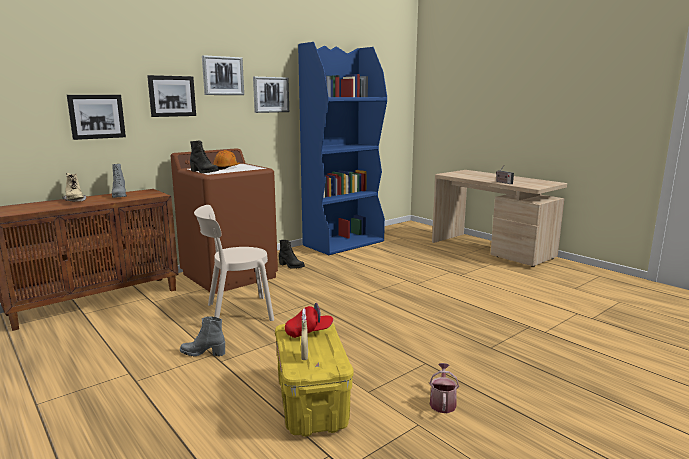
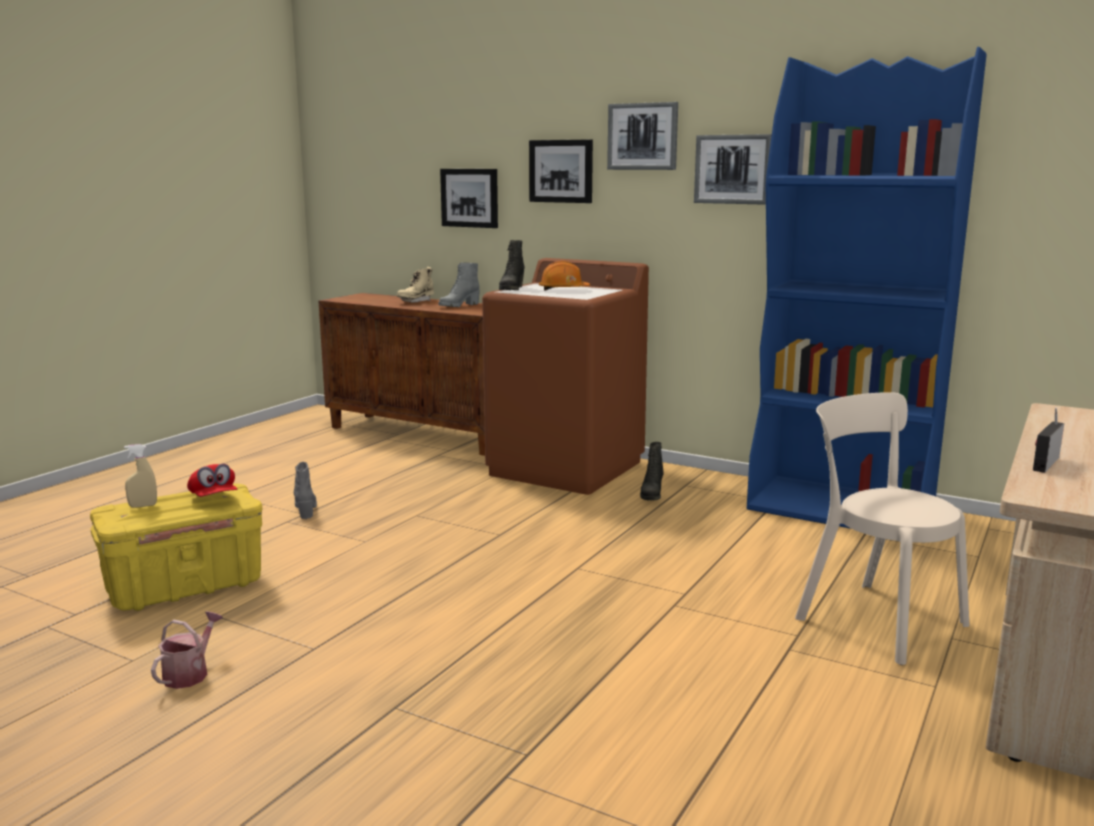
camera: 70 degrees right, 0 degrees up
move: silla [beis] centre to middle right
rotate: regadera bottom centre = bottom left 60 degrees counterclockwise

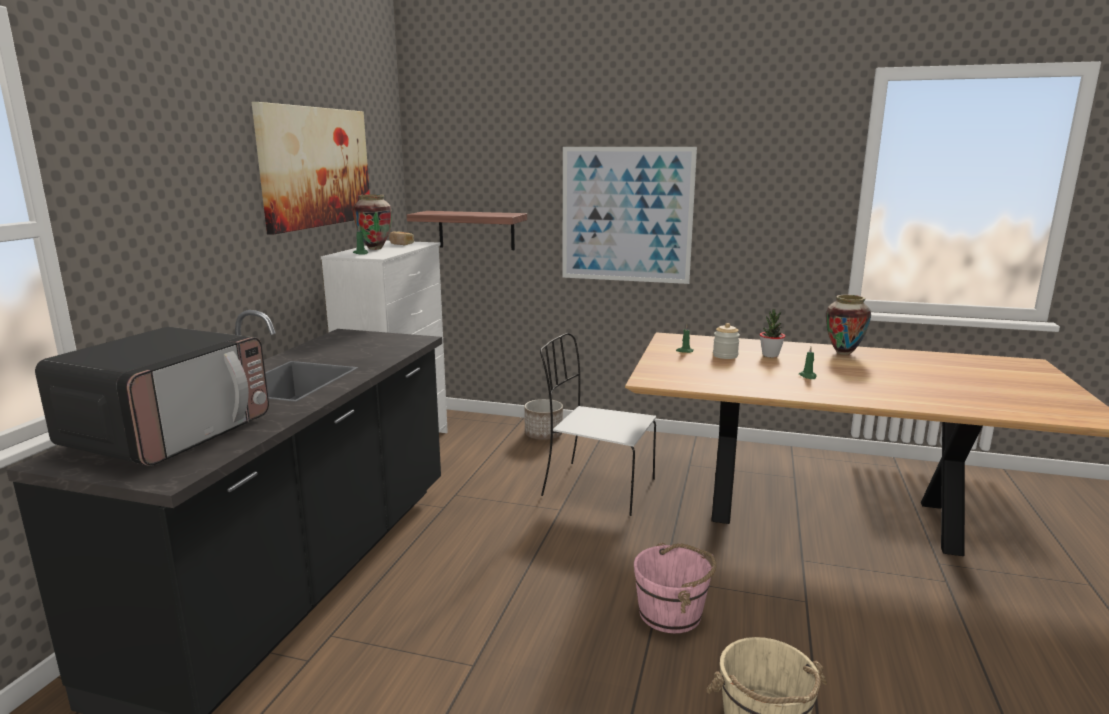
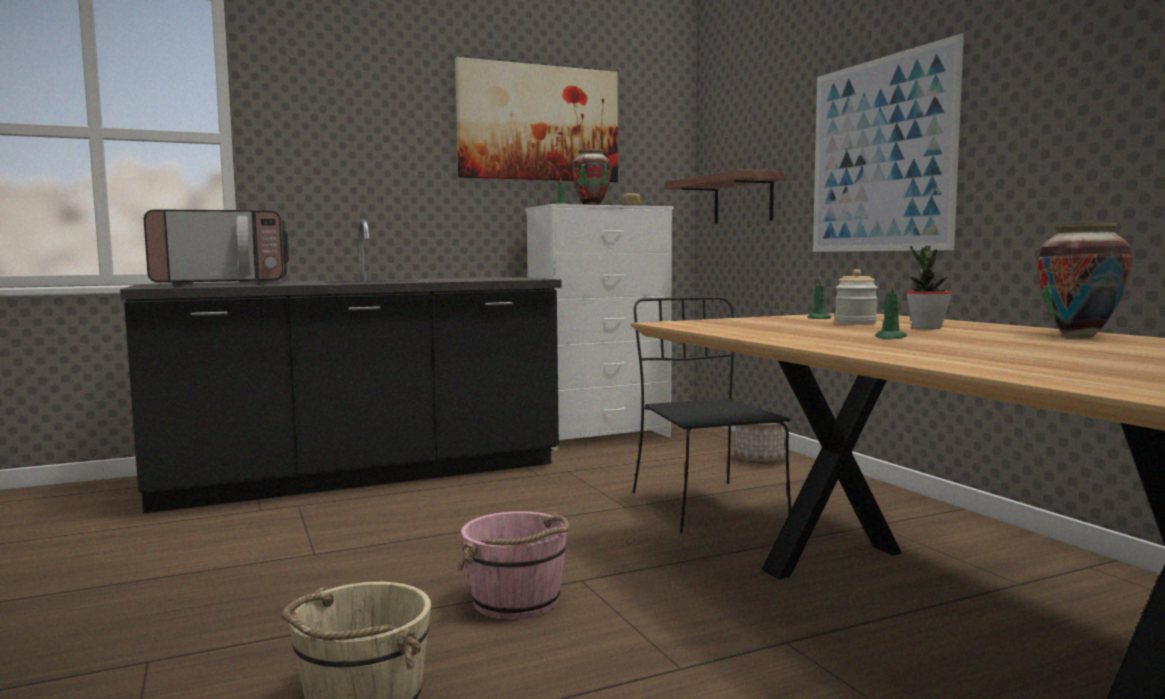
camera: 50 degrees right, 10 degrees down
recolor: silla [blanco] centre to silla [negro] centre

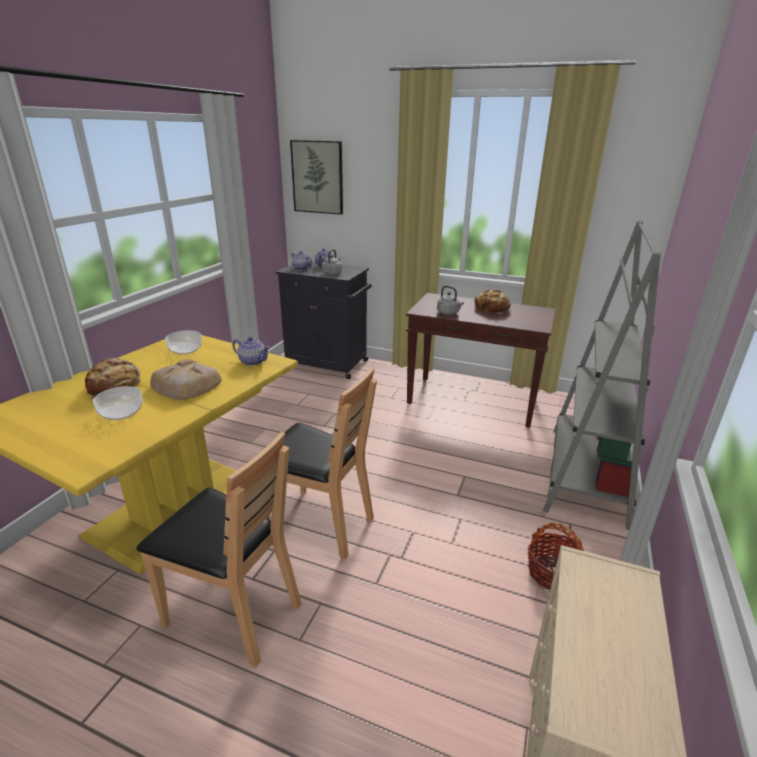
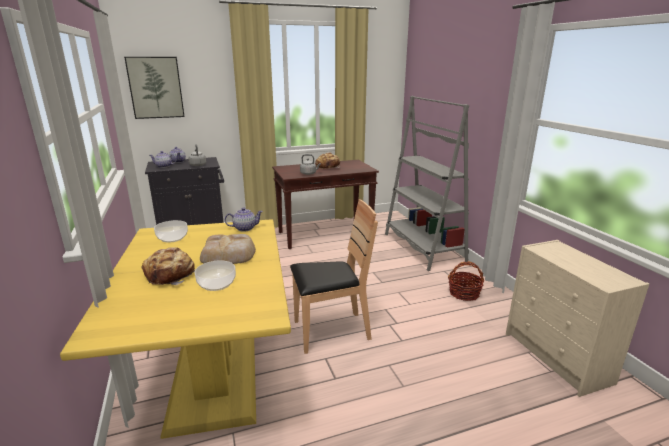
camera: 40 degrees left, 5 degrees down
delete: silla [marrón] (1st from left) bottom left

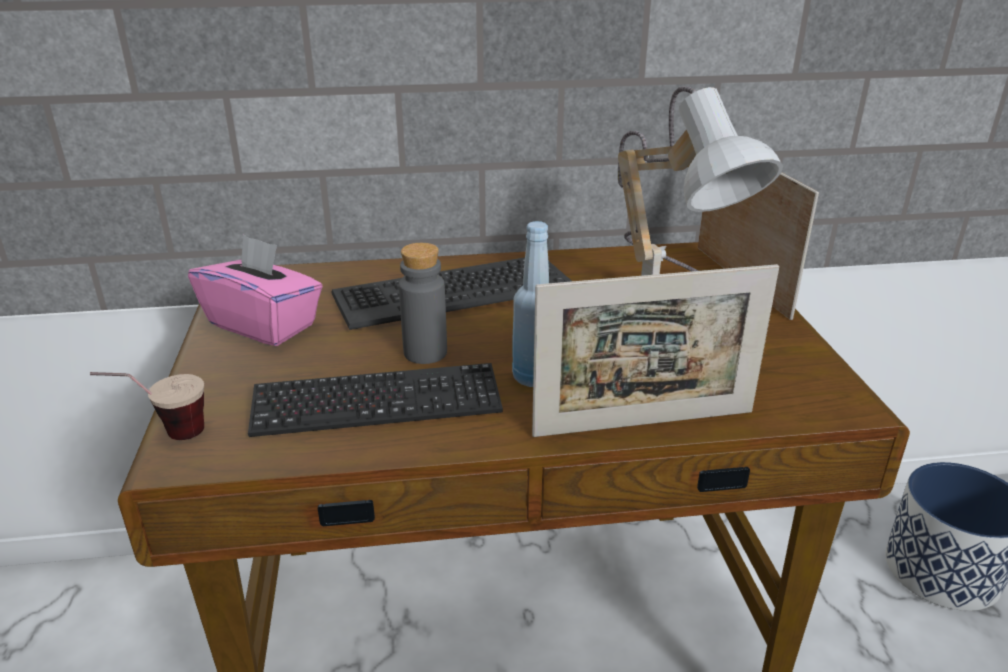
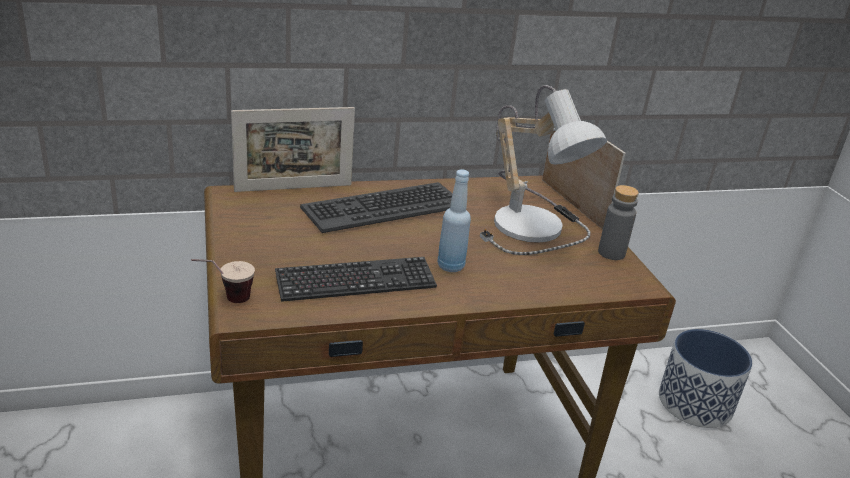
camera: 10 degrees left, 0 degrees up
delete: caja de pañuelos [rosa] middle left
move: botella [gris] centre to middle right; portarretratos (1st from left) centre to top centre

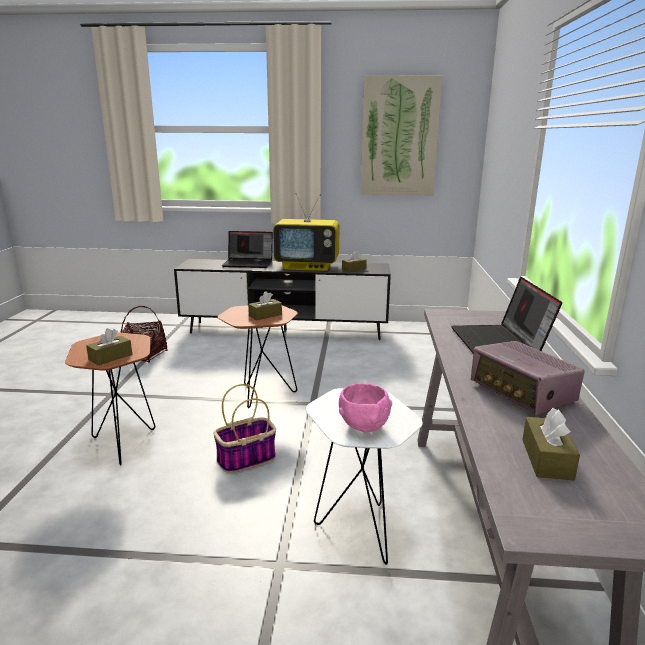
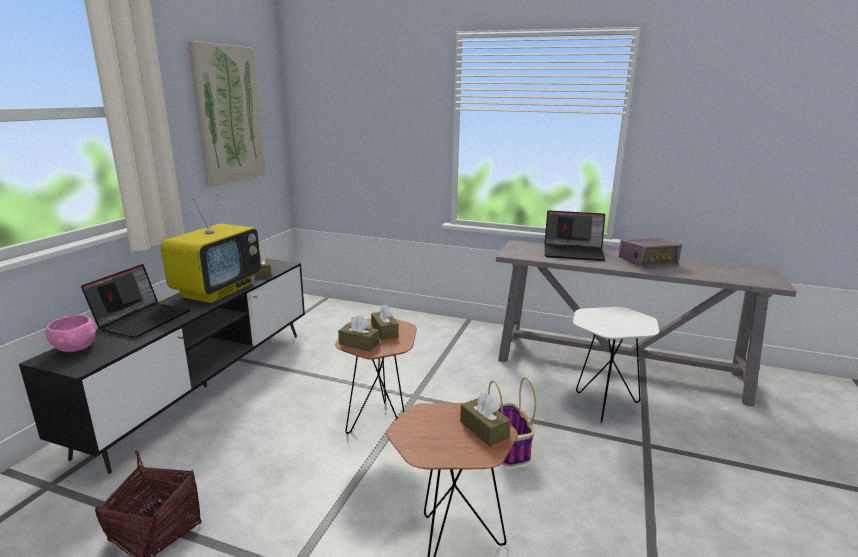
camera: 75 degrees left, 0 degrees up
move: cuenco [rosa] centre to middle left; caja de pañuelos [marrón] (4th from left in the first image) bottom right to caja de pañuelos [marrón] (2nd from left) centre

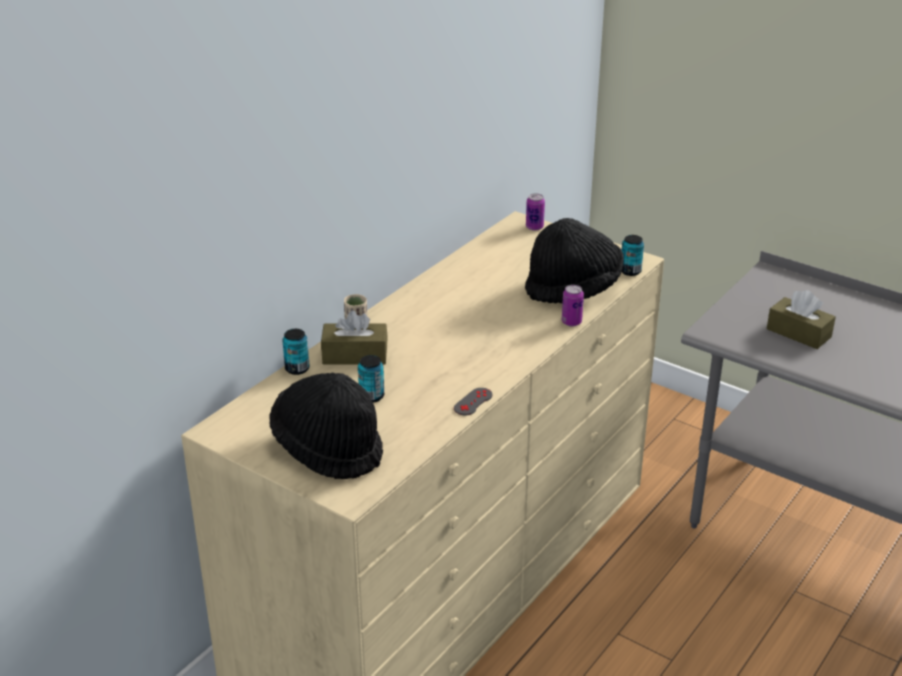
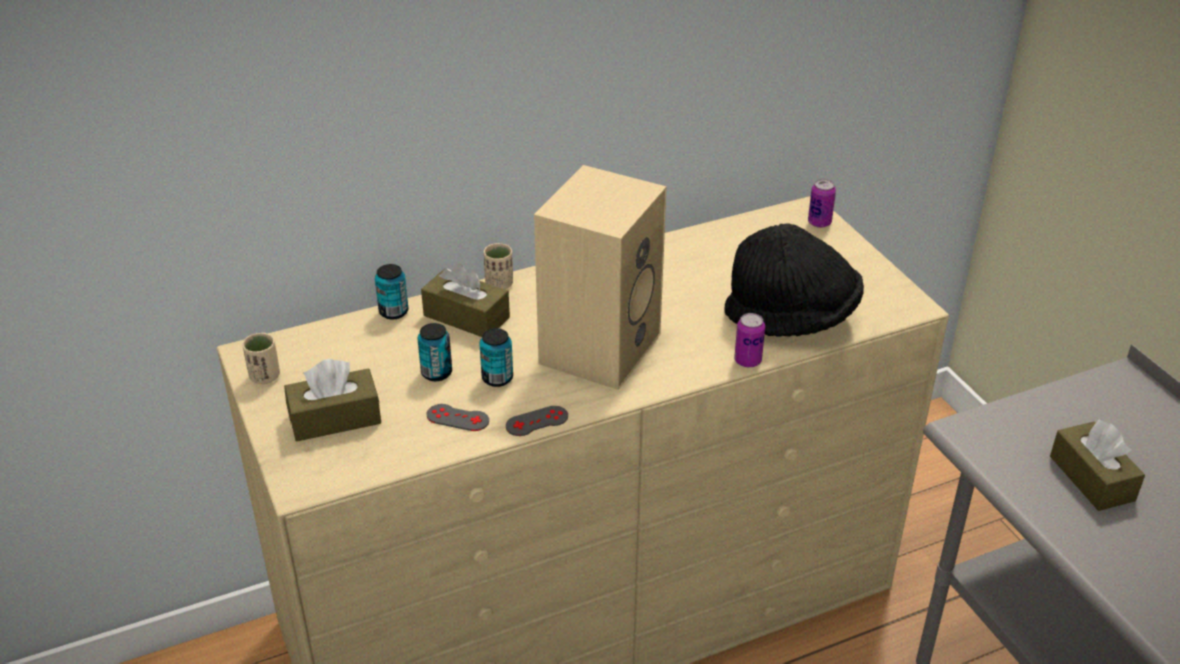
camera: 30 degrees right, 5 degrees up
insert: taza [beis] (1st from left) middle left; mando de consola [gris] (1st from left) centre; altavoz [beis] centre
move: lata (5th from left in the first image) middle right to lata (3rd from left) centre
replace: sombrero [negro] (1st from left) centre to caja de pañuelos [marrón] (1st from left) middle left

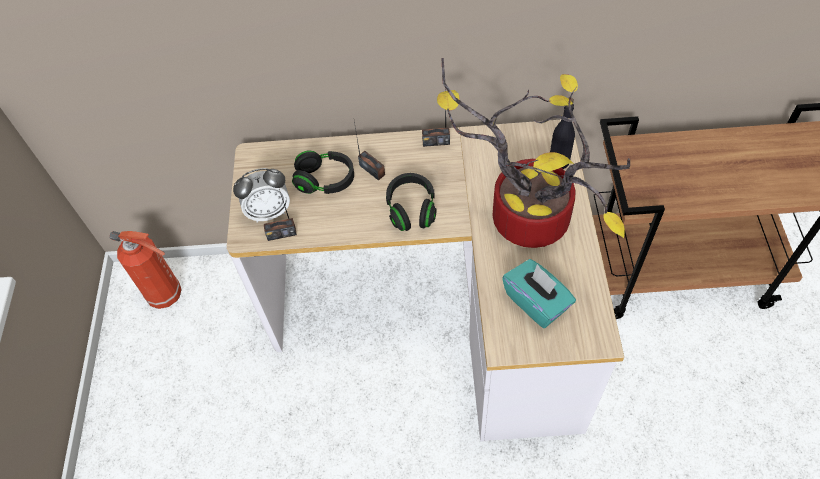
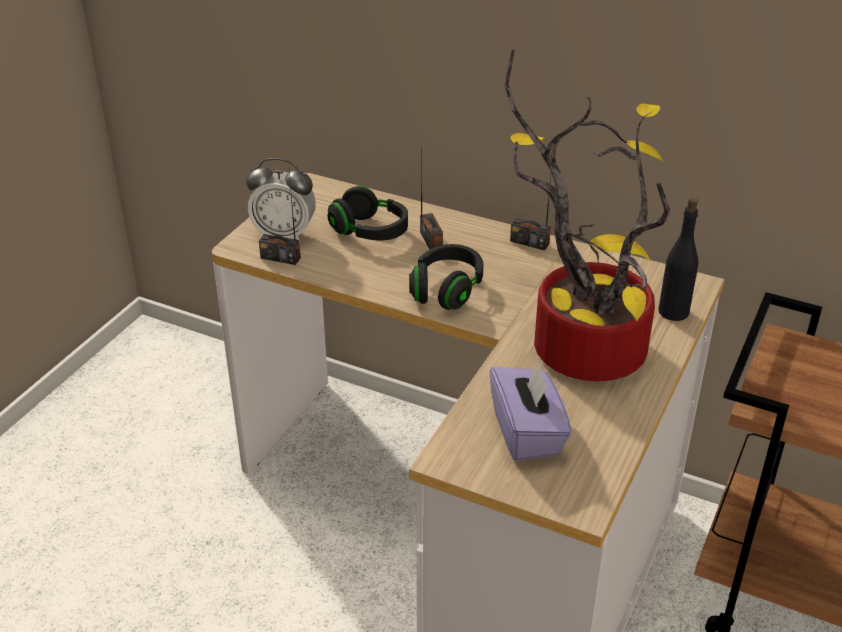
camera: 25 degrees right, 20 degrees down
delete: extintor middle left
recolor: caja de pañuelos [turquesa] centre to caja de pañuelos [morado] centre

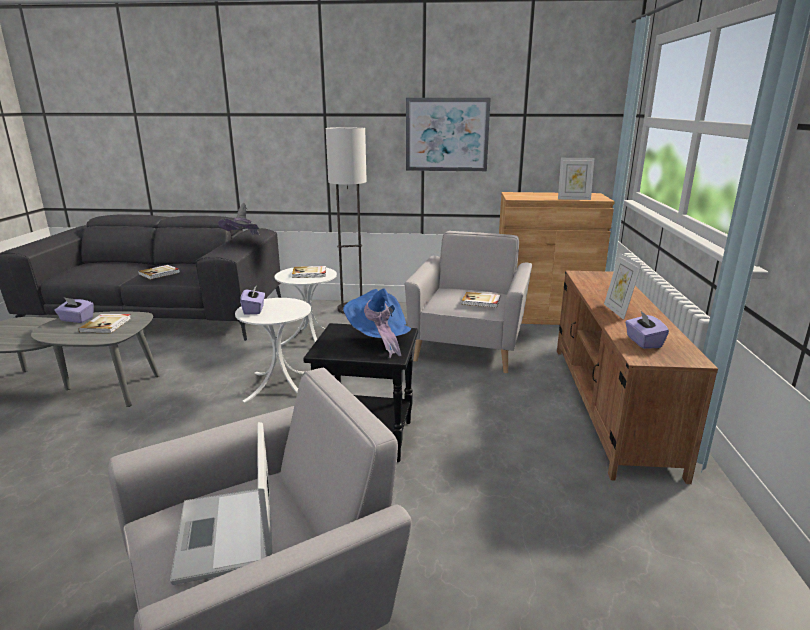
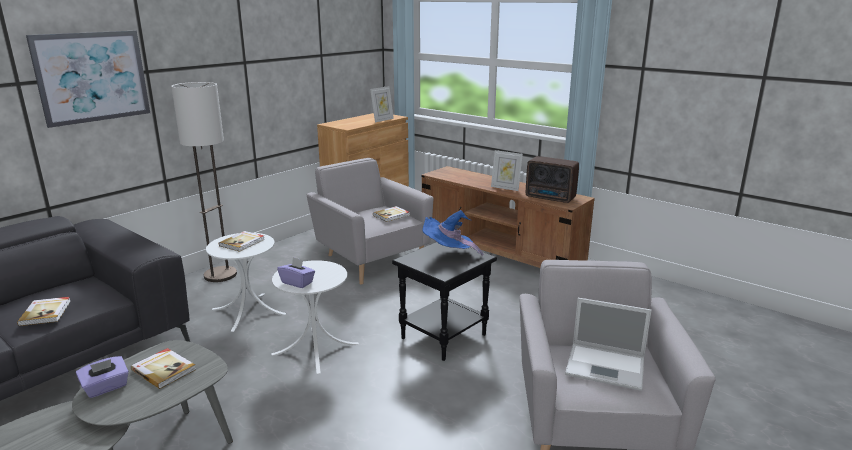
camera: 55 degrees left, 0 degrees up
delete: sombrero [gris] middle left
move: cuadro top centre to top left
replace: caja de pañuelos [morado] (3rd from left) middle right to radio centre

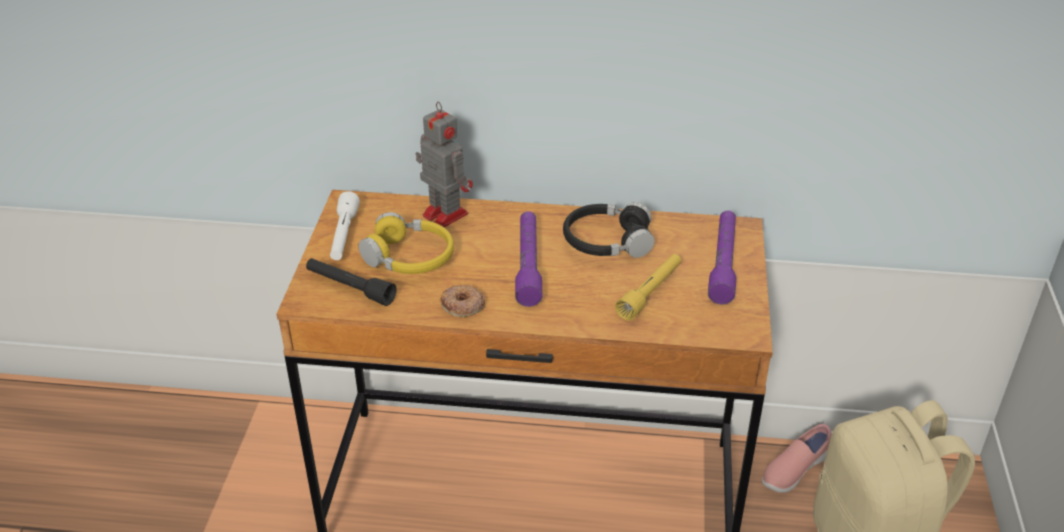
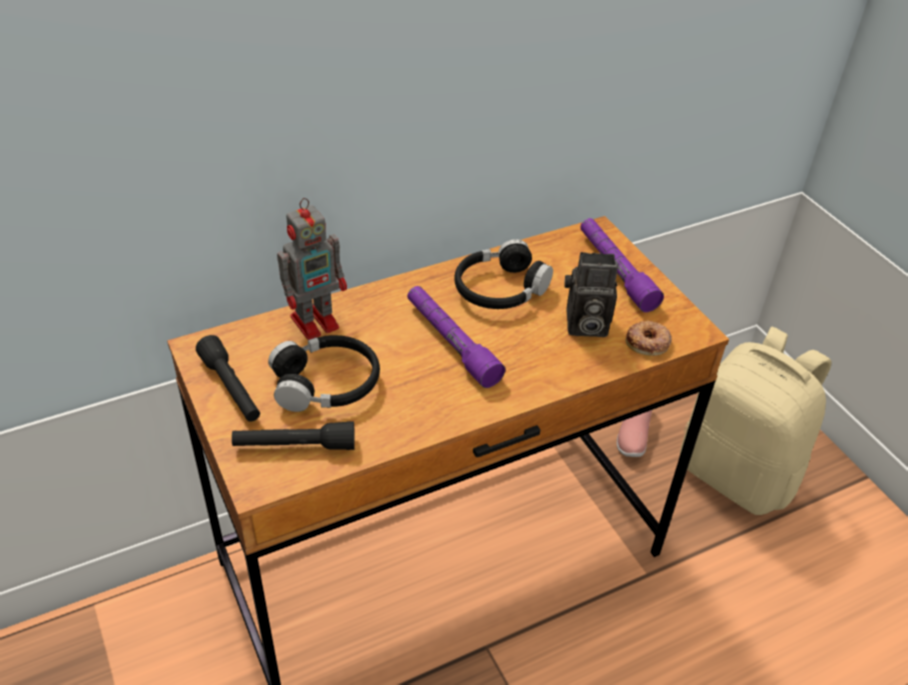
camera: 35 degrees left, 5 degrees up
move: rosquilla centre to middle right
replace: linterna [amarillo] centre to cámara centre
recolor: linterna [blanco] middle left to linterna [negro] (1st from left) middle left; auriculares [amarillo] centre to auriculares [negro] (1st from left) centre
rotate: robot de juguete top centre = centre 135 degrees clockwise

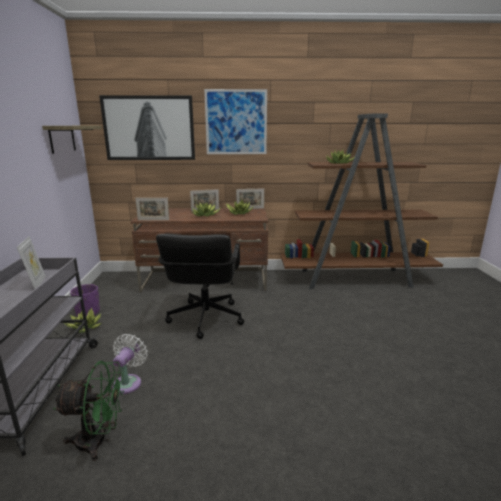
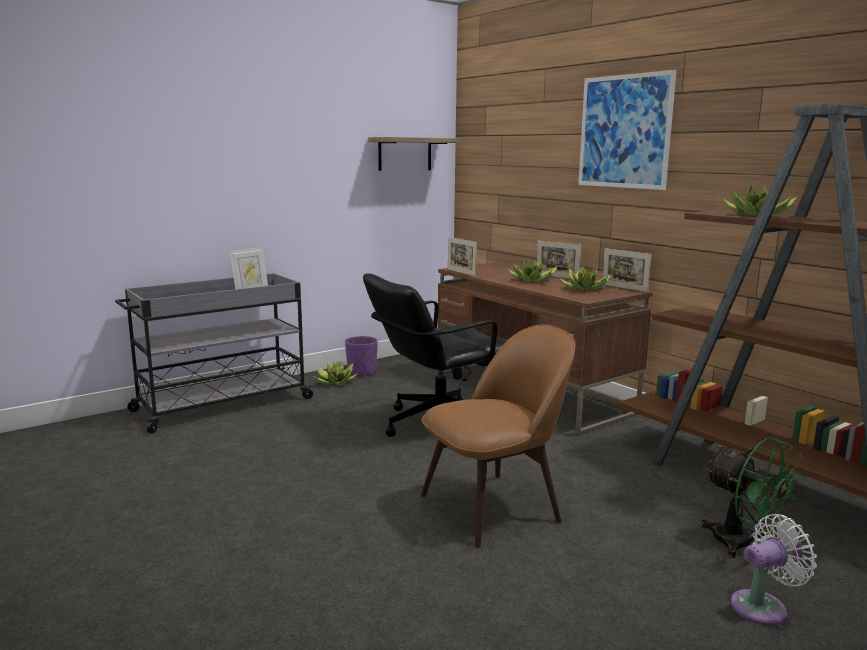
camera: 55 degrees right, 5 degrees down
delete: cuadro (1st from left) top left
insert: silla [marrón] bottom centre
move: ventilador [verde] bottom left to bottom right; ventilador [blanco] bottom left to bottom right

